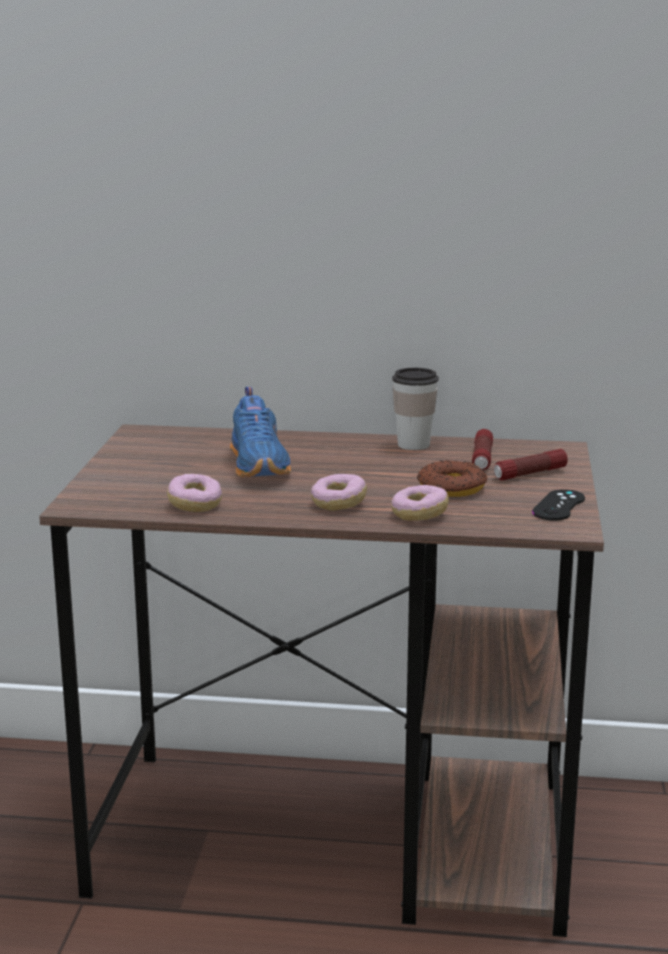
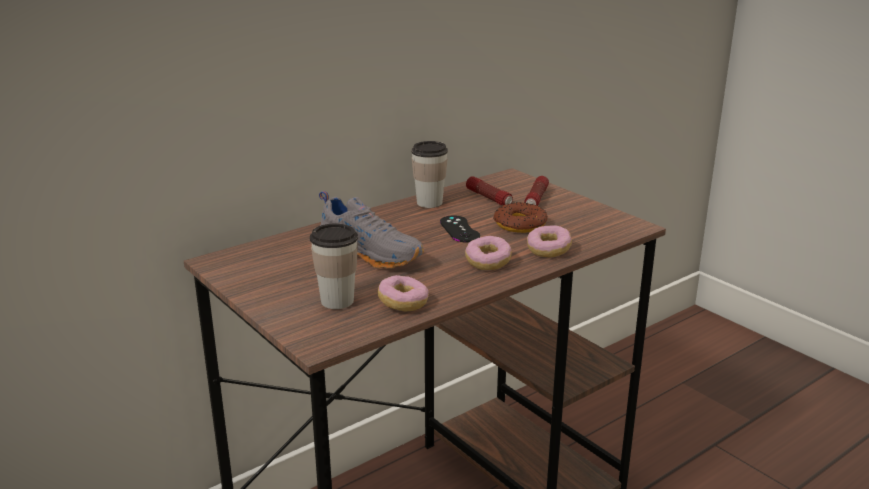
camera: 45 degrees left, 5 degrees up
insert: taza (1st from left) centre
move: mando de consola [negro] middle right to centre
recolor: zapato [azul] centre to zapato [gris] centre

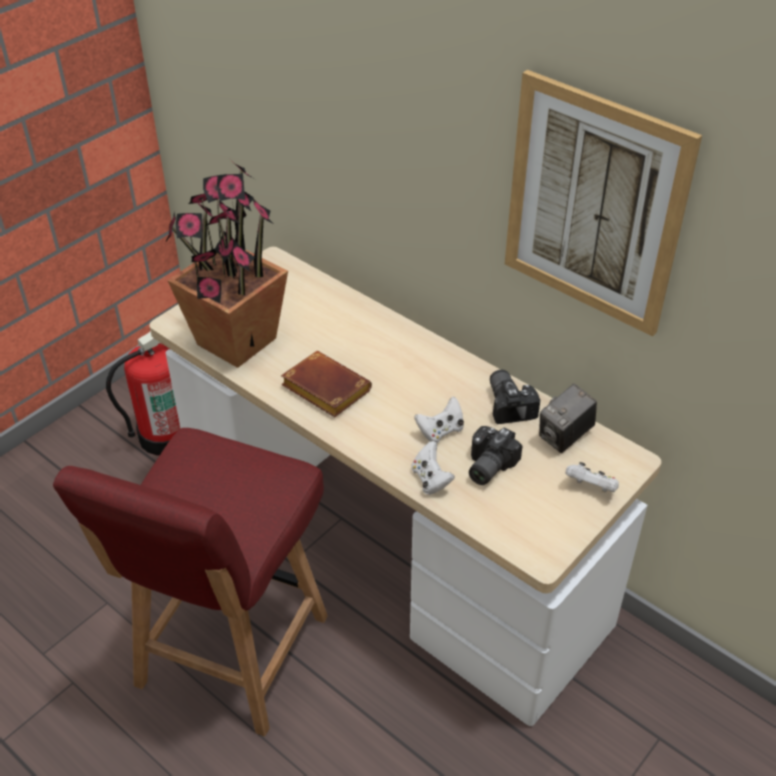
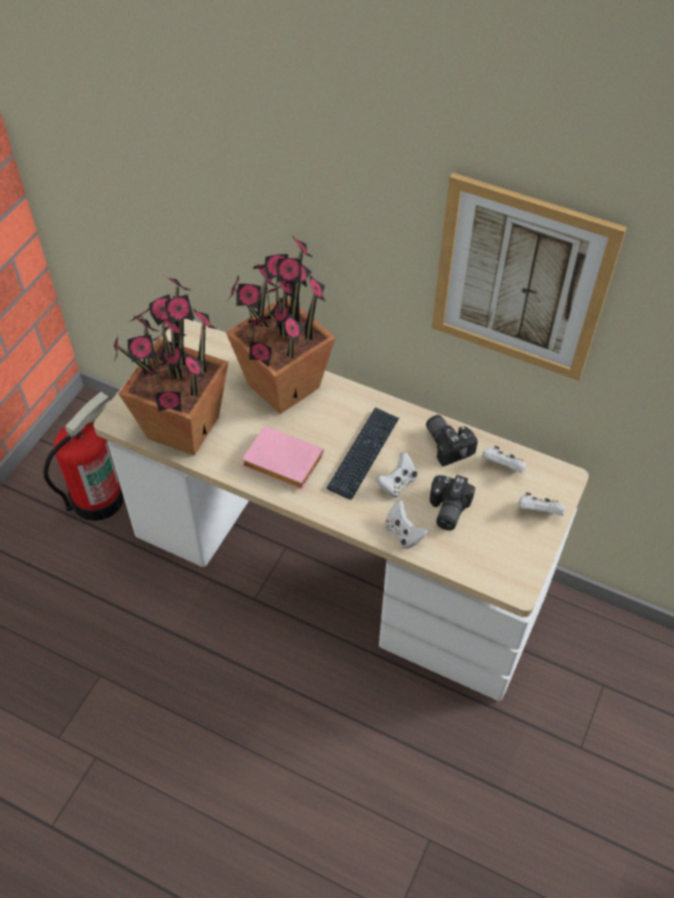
camera: 15 degrees left, 10 degrees up
delete: silla [rojo] bottom left
insert: planta en maceta (2nd from left) centre; teclado centre
replace: cámara (3rd from left) middle right to mando de consola [blanco] (3rd from left) middle right
recolor: libro [marrón] centre to libro [rosa] centre

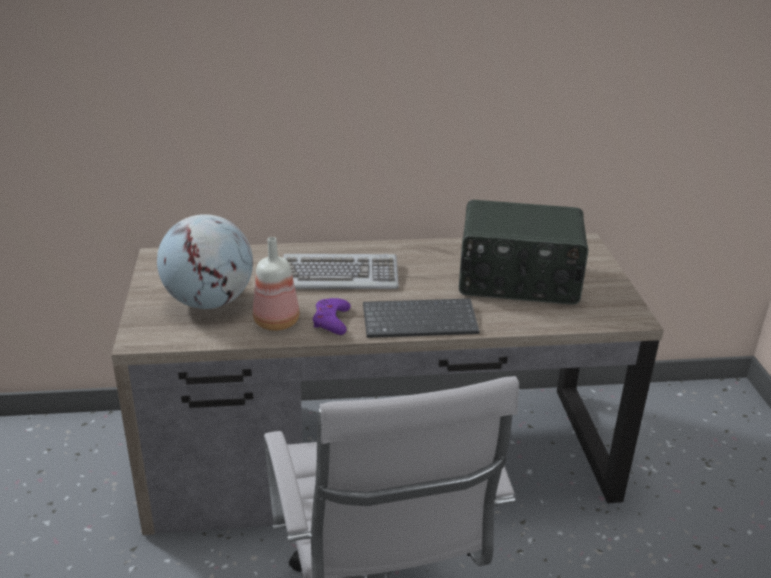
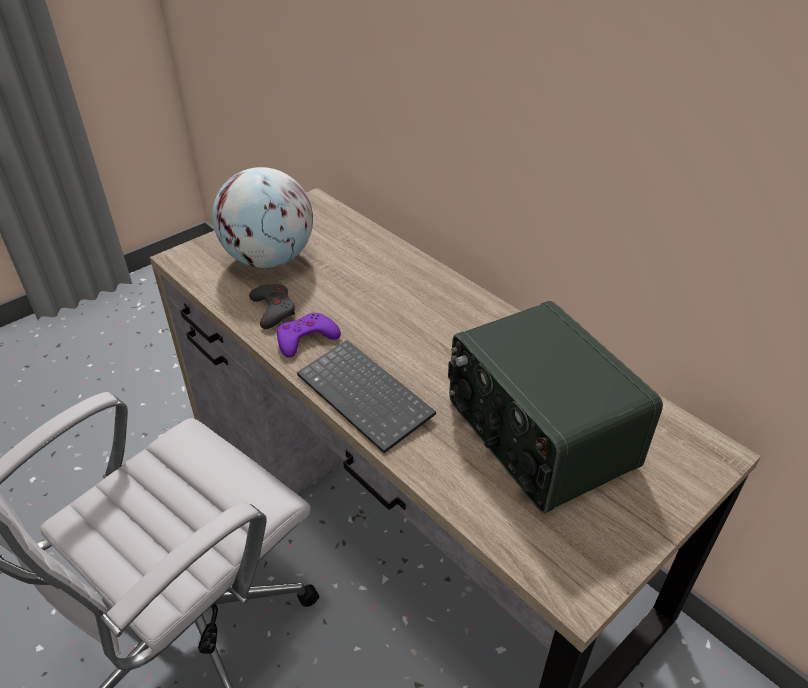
camera: 55 degrees right, 10 degrees up
delete: teclado (1st from left) centre
replace: botella centre to mando de consola [gris] centre

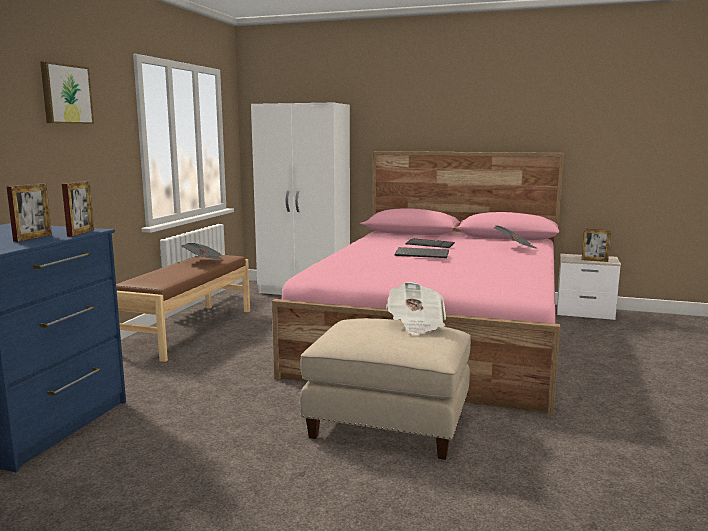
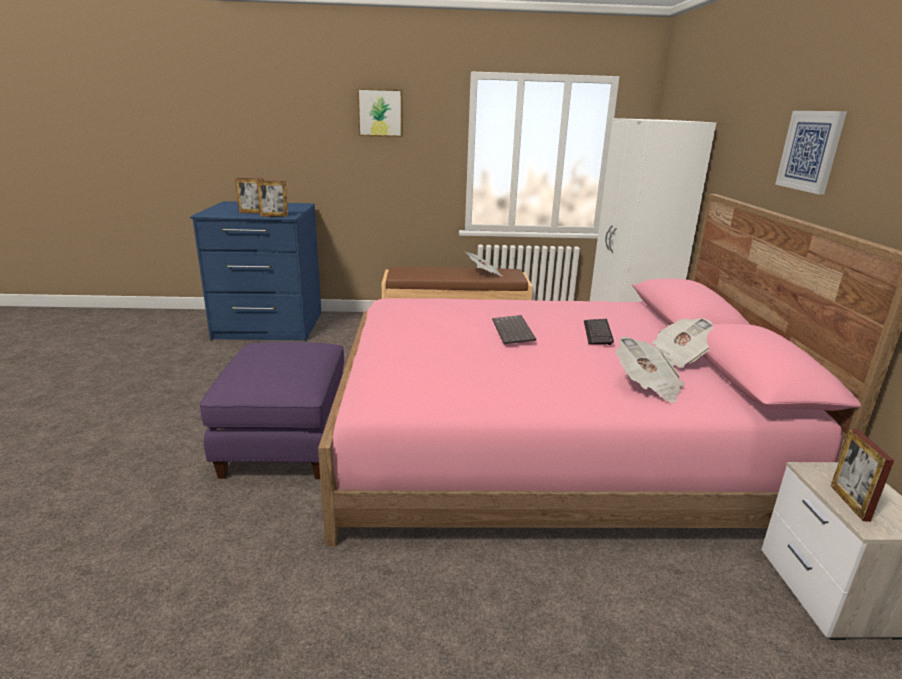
camera: 70 degrees right, 10 degrees up
insert: cuadro (2nd from left) top right
move: periódico (2nd from left in the first image) centre to periódico (3rd from left) middle right
recolor: puf [beis] bottom centre to puf [morado] middle left

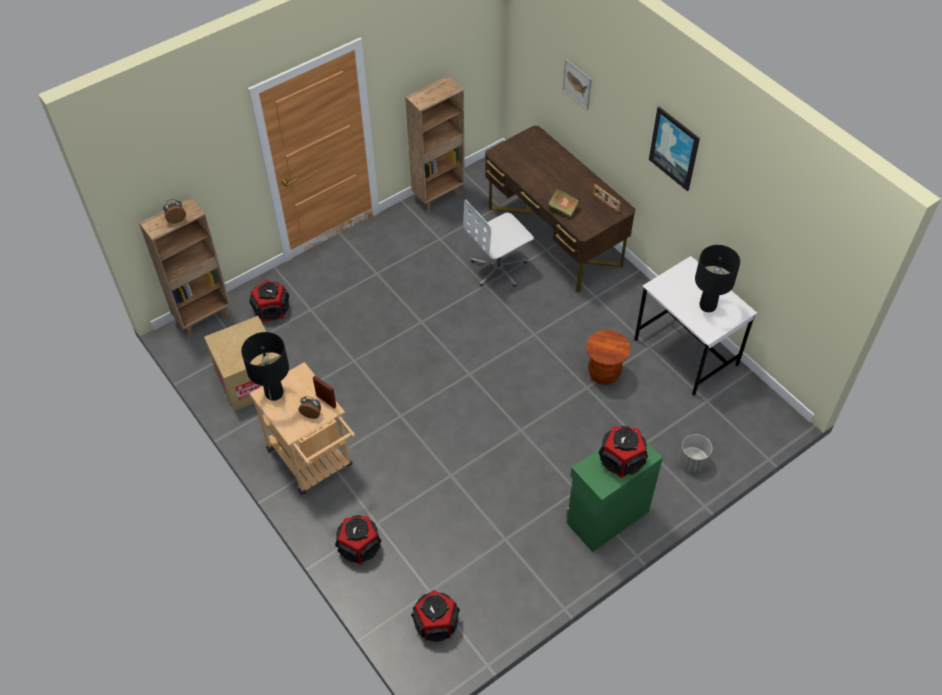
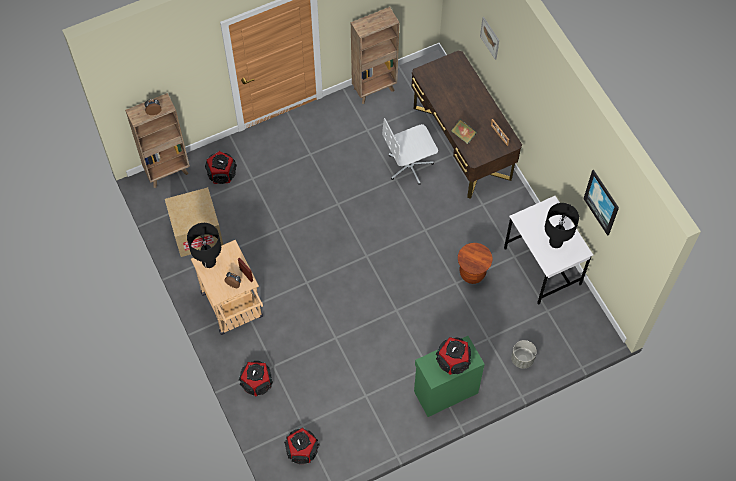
camera: 10 degrees right, 10 degrees up
move: cuadro (2nd from left) top right to middle right

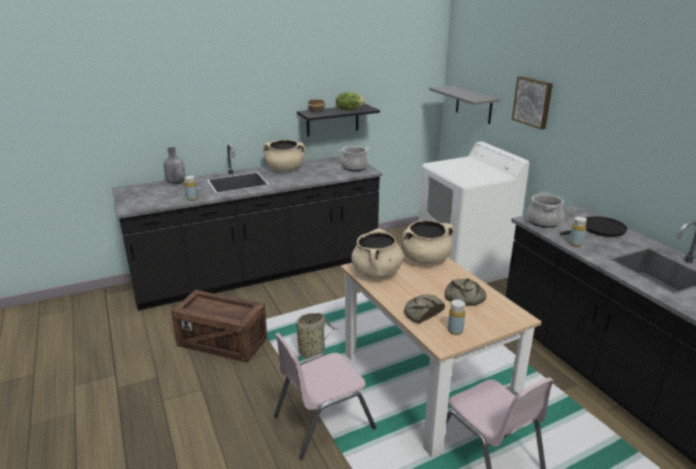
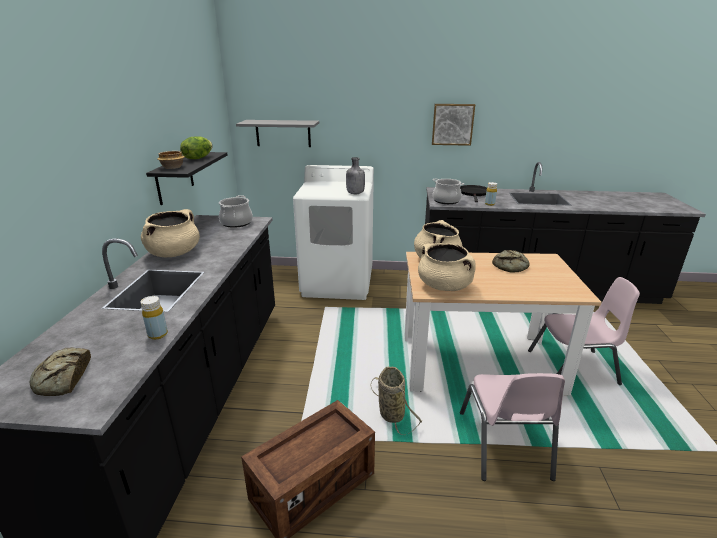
camera: 60 degrees left, 0 degrees up
delete: botella [amarillo] (2nd from left) bottom centre
move: botella [gris] middle left to top centre; pan (1st from left) centre to bottom left; cuadro top right to top centre

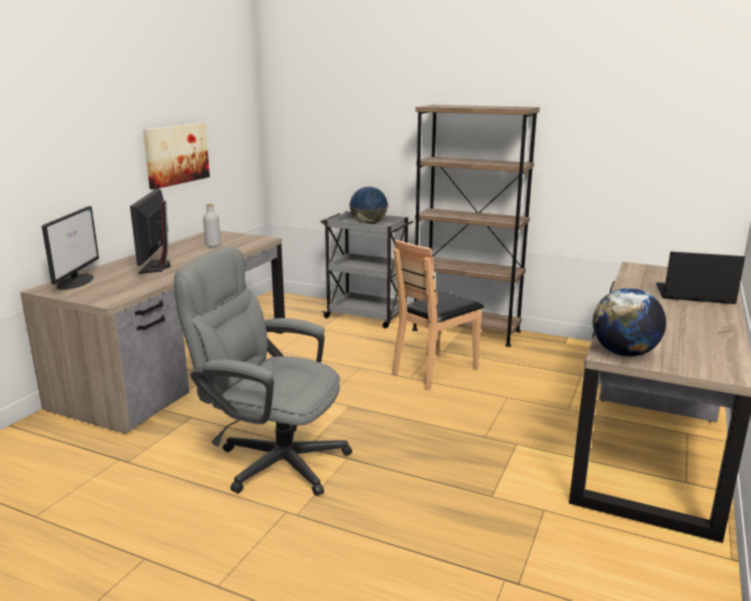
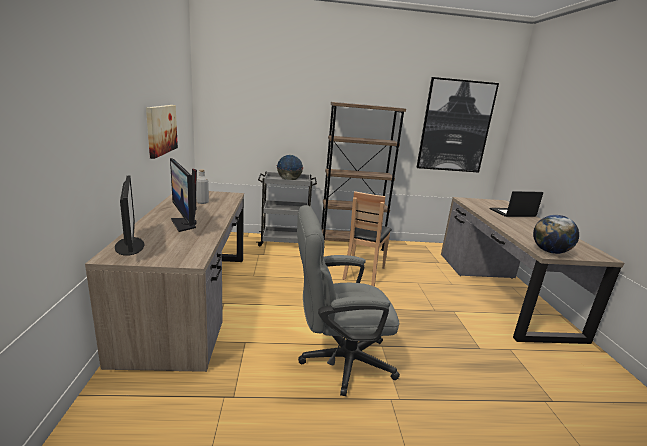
camera: 30 degrees left, 0 degrees up
insert: cuadro (2nd from left) top right

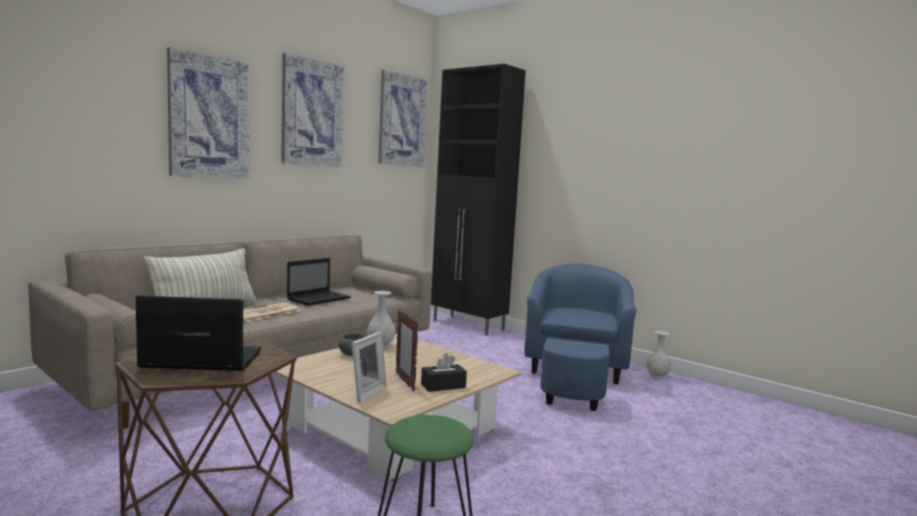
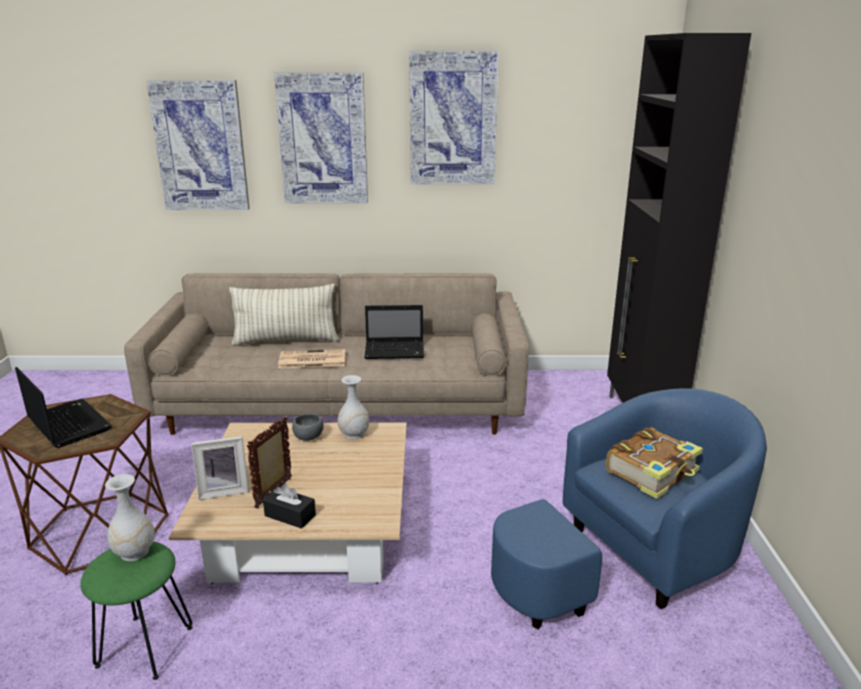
camera: 50 degrees right, 15 degrees up
insert: libro bottom right
move: cuadro (3rd from left in the first image) top centre to cuadro (1st from left) top left; florero [blanco] (2nd from left in the first image) bottom right to florero [blanco] (1st from left) bottom left

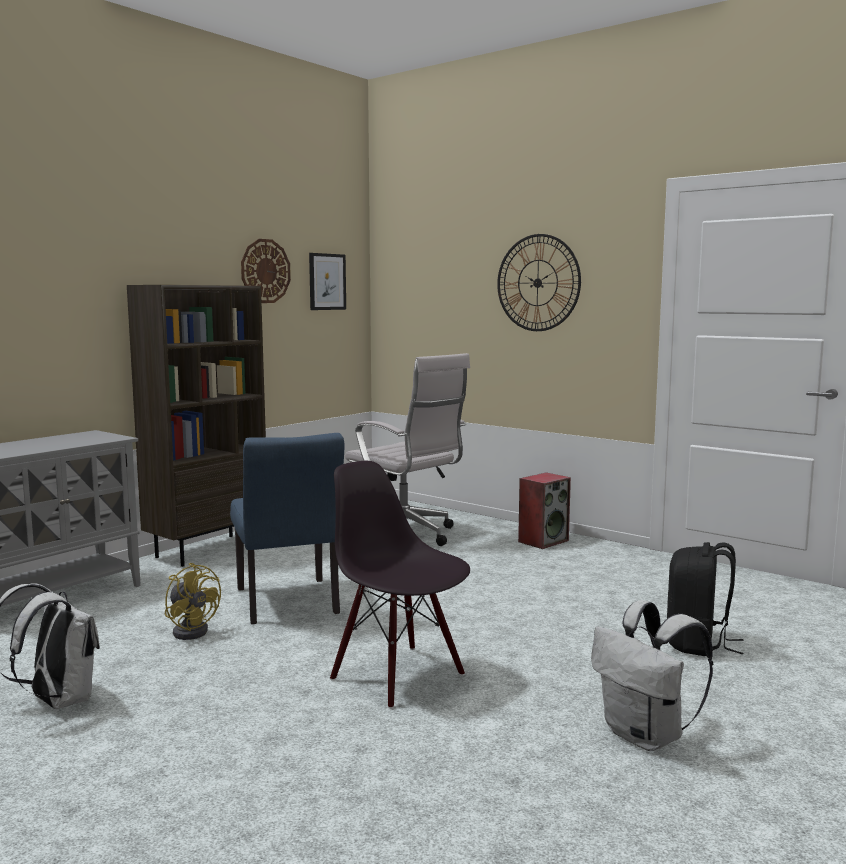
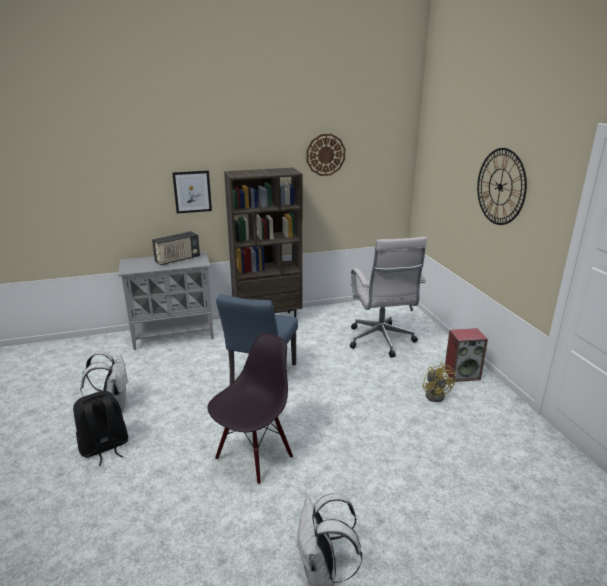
camera: 35 degrees right, 15 degrees up
insert: radio middle left
move: ventilador [amarillo] bottom left to middle right; cuadro top centre to top left; mochila [negro] bottom right to bottom left
rotate: silla [negro] bottom centre = bottom centre 45 degrees clockwise

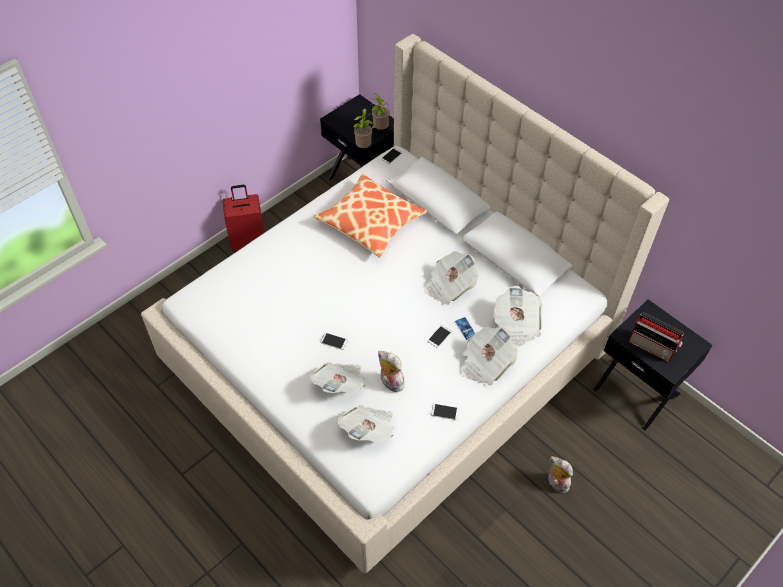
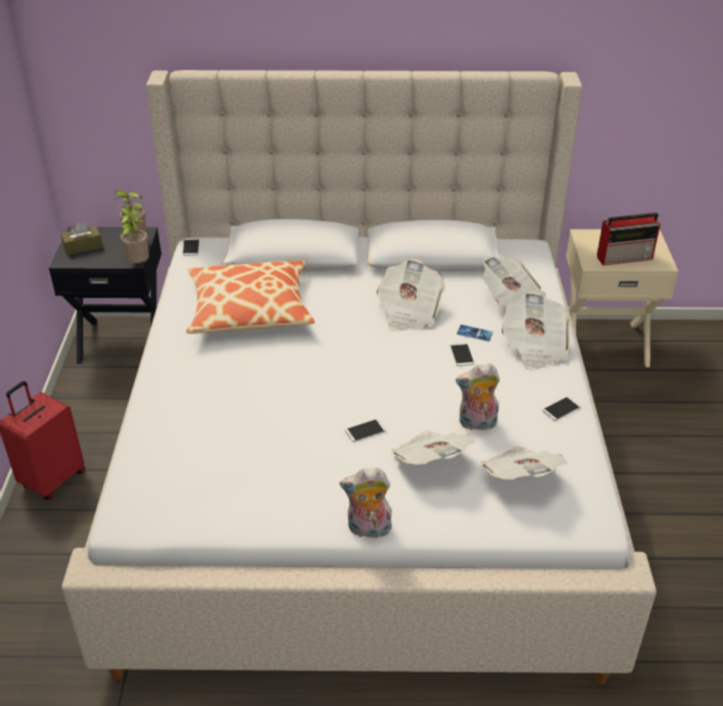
camera: 45 degrees left, 15 degrees down
insert: caja de pañuelos [marrón] middle left
move: peluche (2nd from left in the first image) bottom right to peluche (1st from left) bottom centre
recolor: mesita de noche [negro] (2nd from left) middle right to mesita de noche [beis] middle right

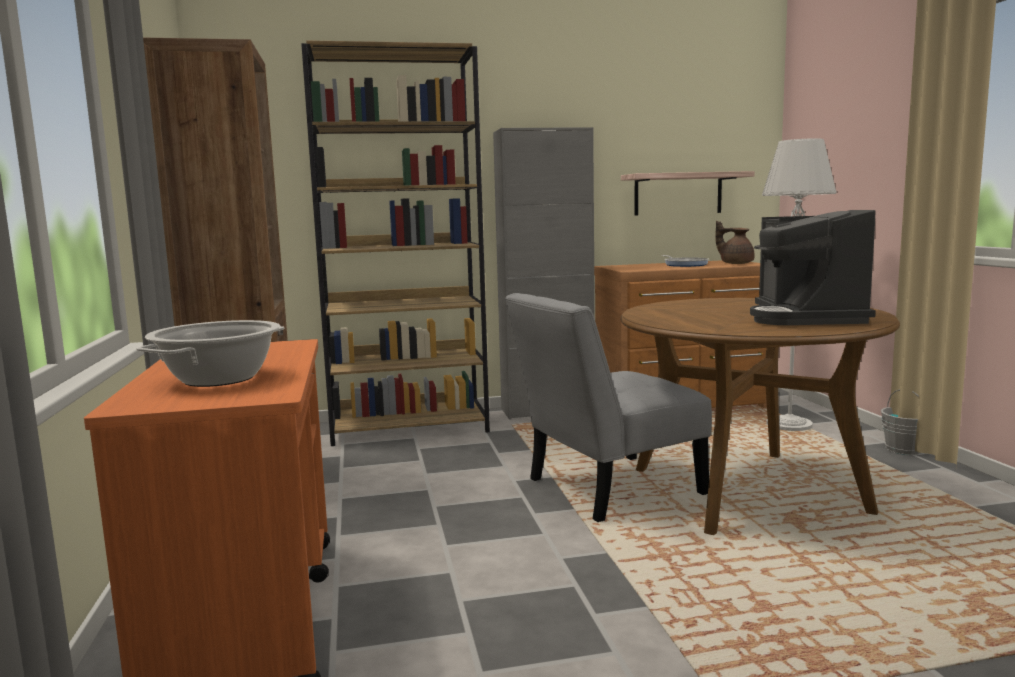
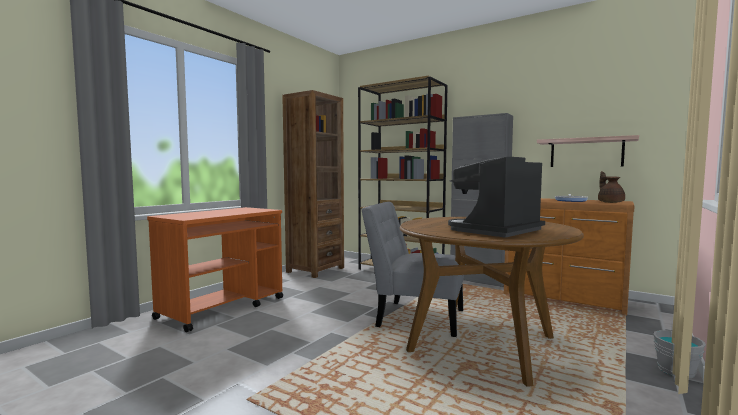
camera: 45 degrees right, 5 degrees down
delete: olla middle left; lámpara de pie [gris] middle right

